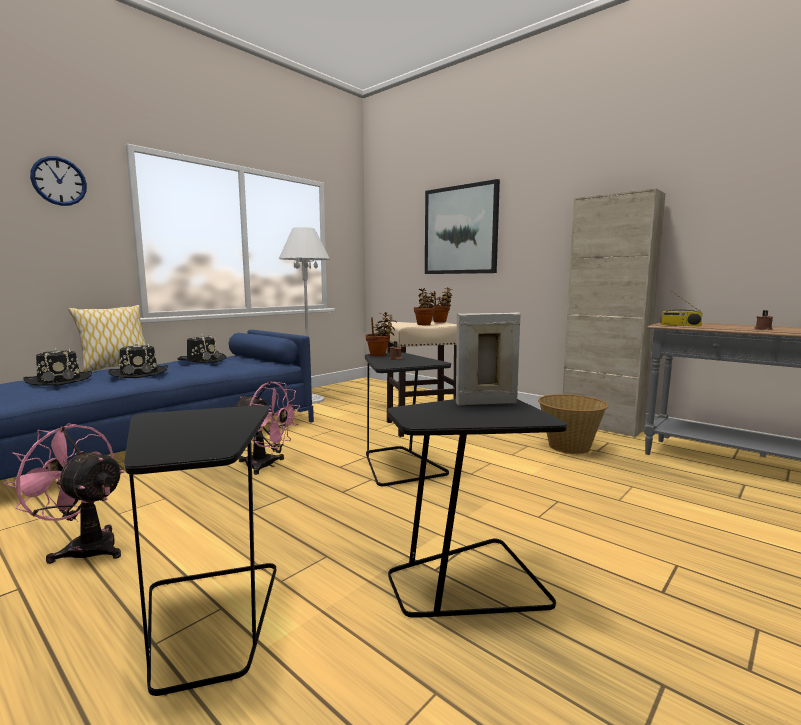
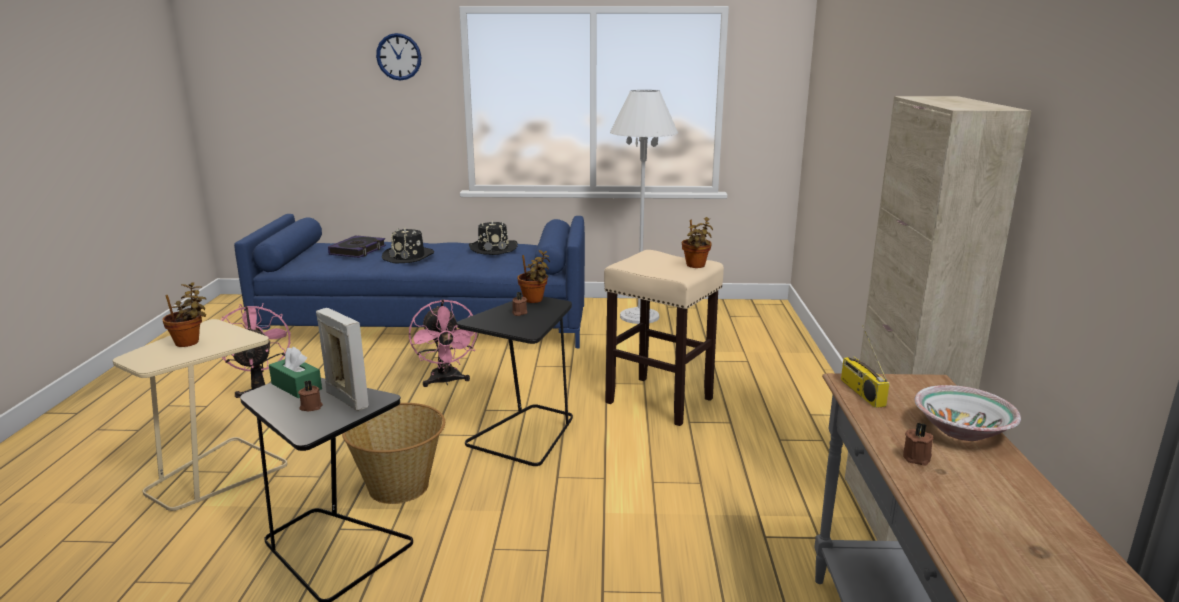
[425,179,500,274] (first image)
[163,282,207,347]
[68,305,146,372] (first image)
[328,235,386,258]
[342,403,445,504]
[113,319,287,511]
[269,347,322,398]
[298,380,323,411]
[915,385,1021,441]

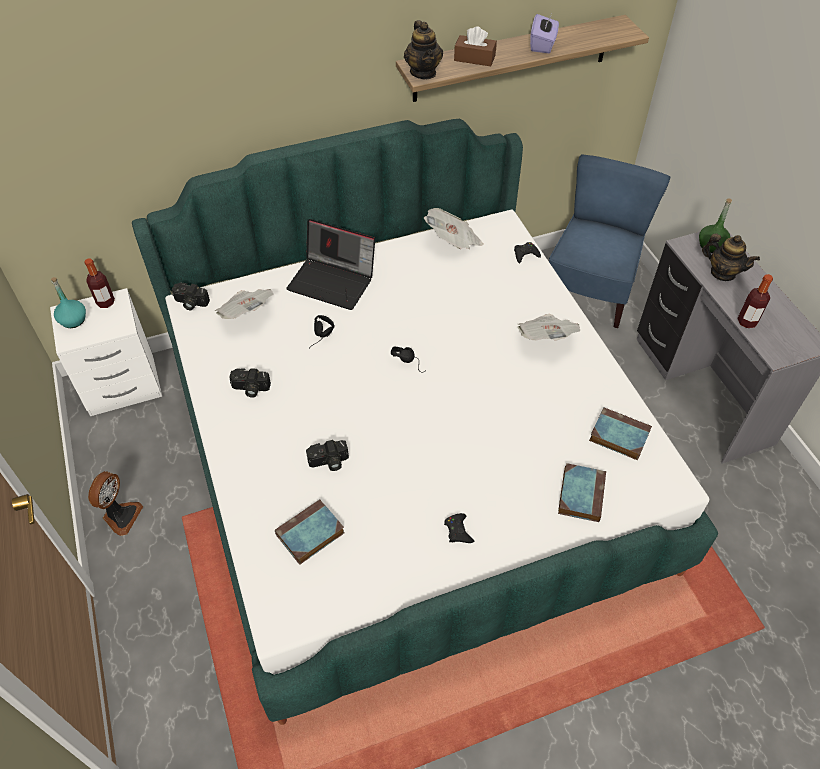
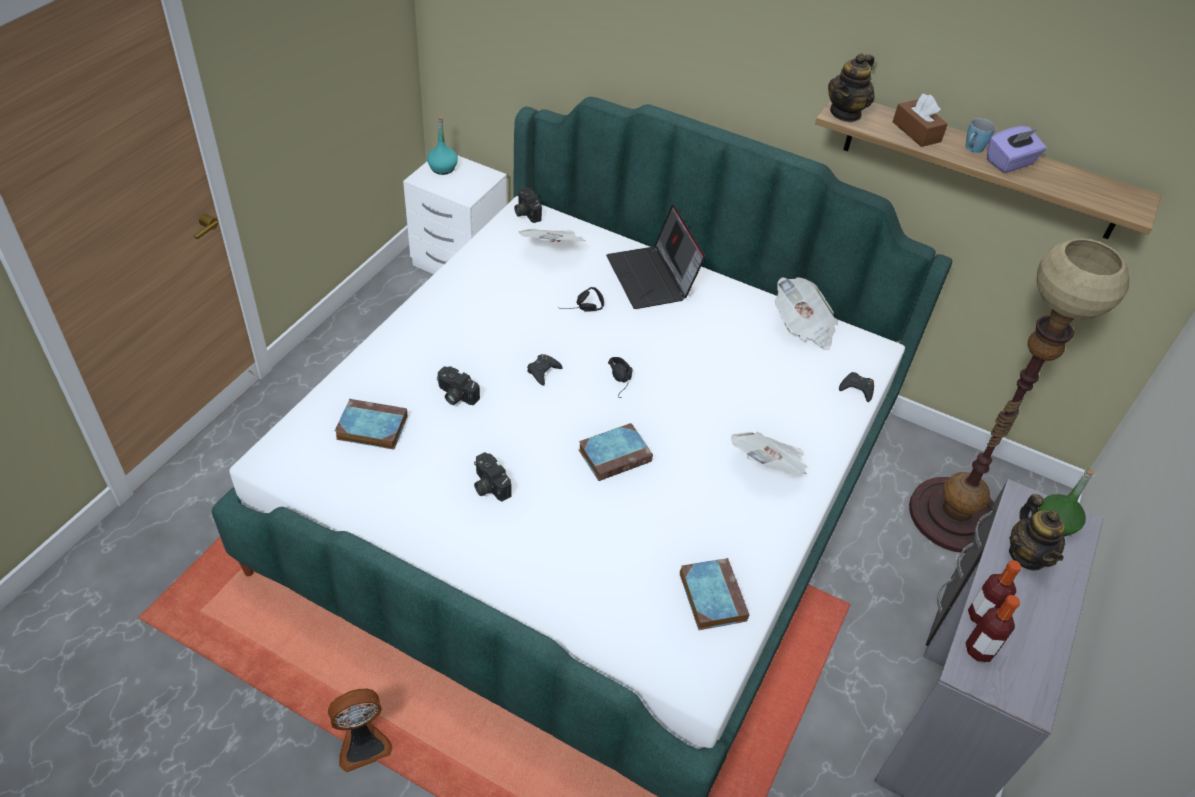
[909,238,1129,553]
[965,595,1020,662]
[474,452,512,501]
[579,423,653,481]
[328,688,392,773]
[527,354,563,386]
[965,118,996,153]

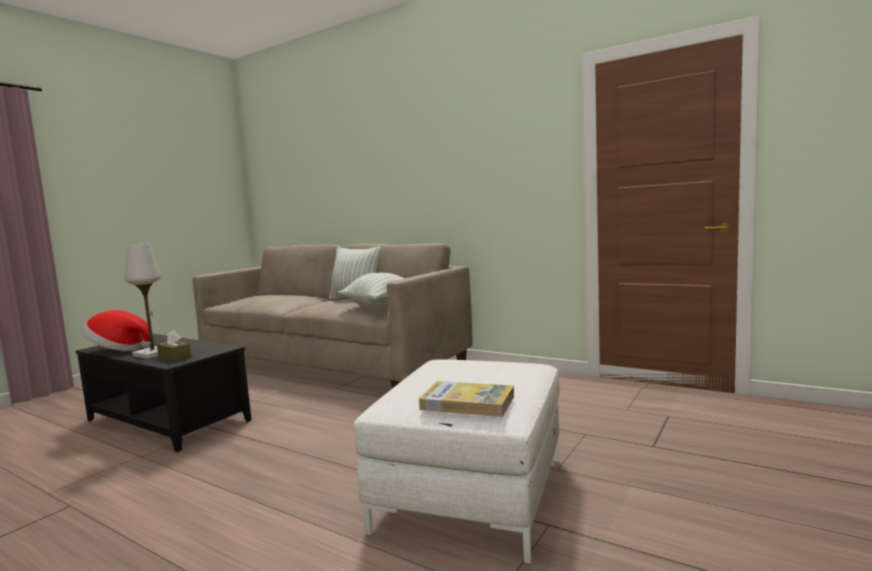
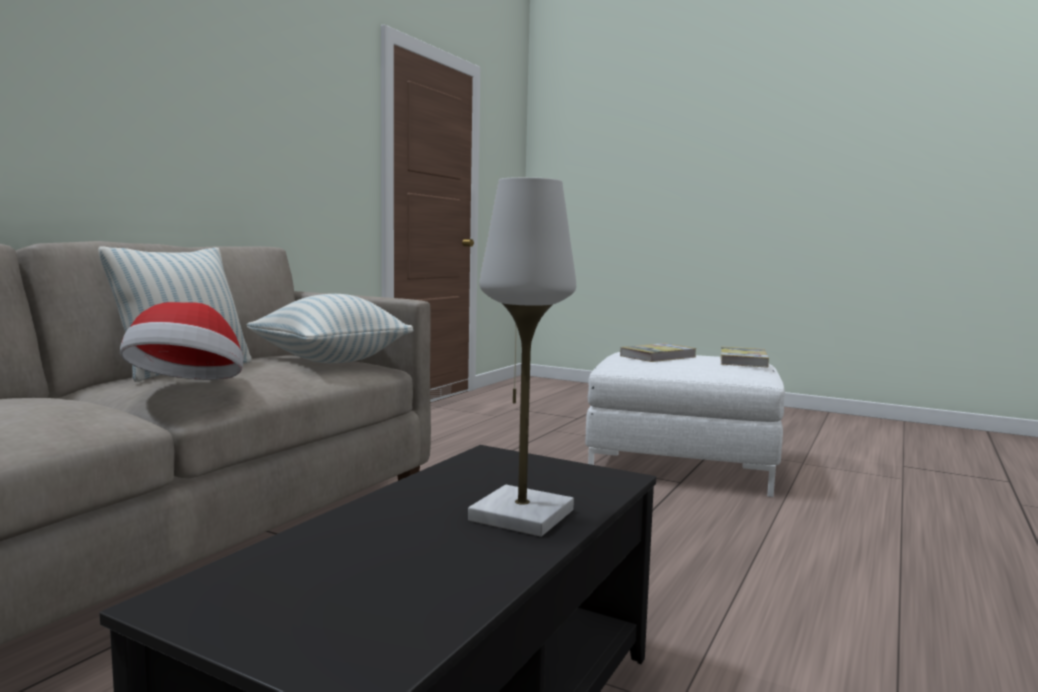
[120,302,243,380]
[157,330,191,362] (first image)
[620,343,697,362]

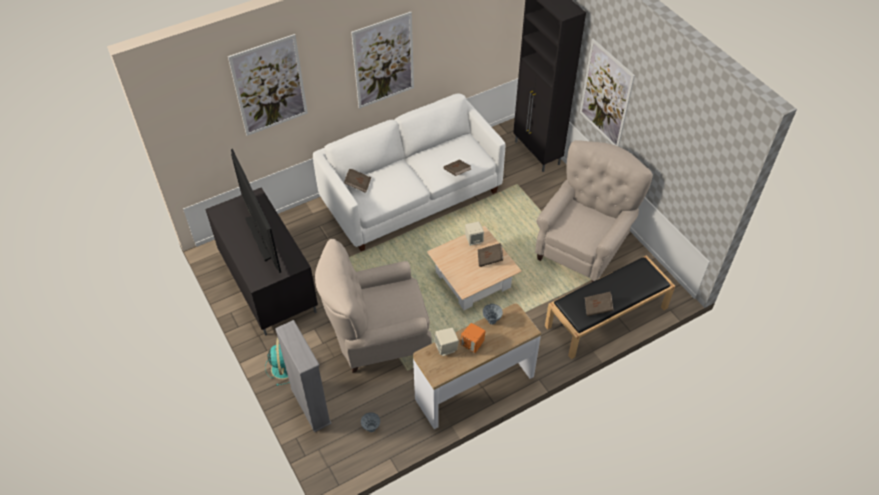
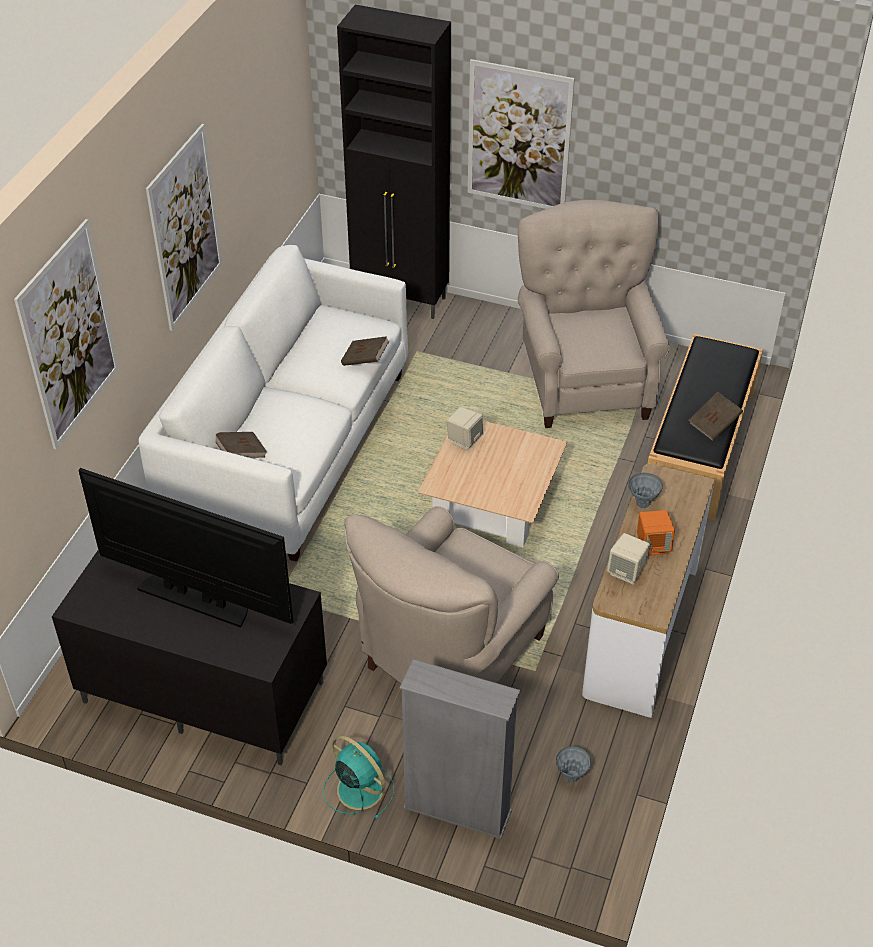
[478,243,503,267] (first image)

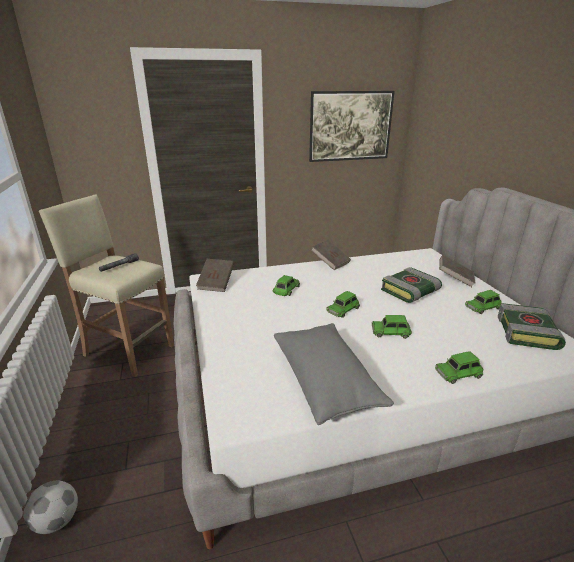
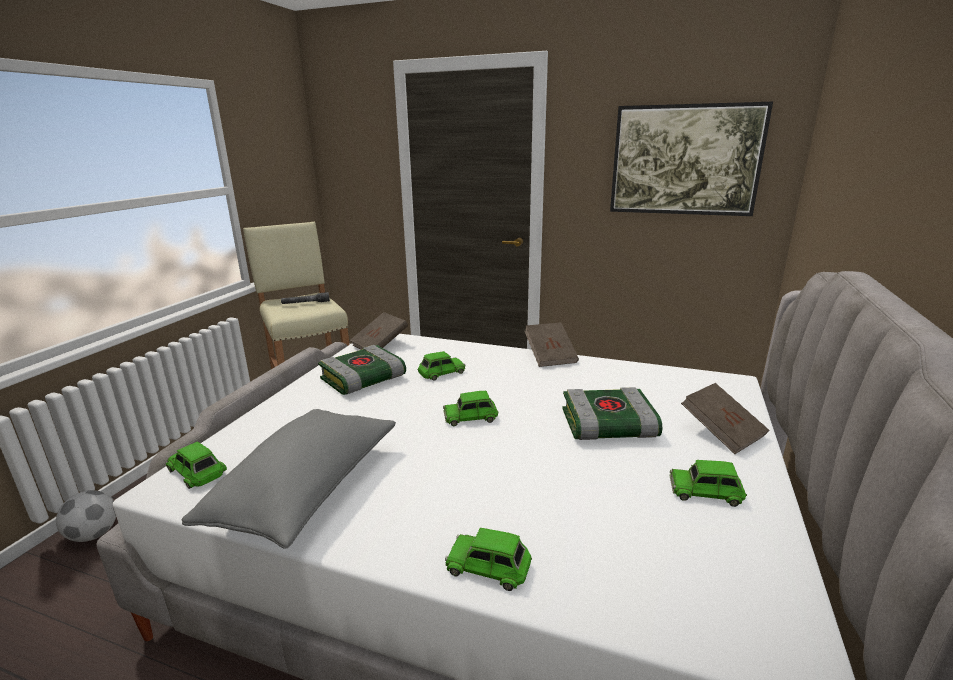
[318,345,406,395]
[166,442,227,489]

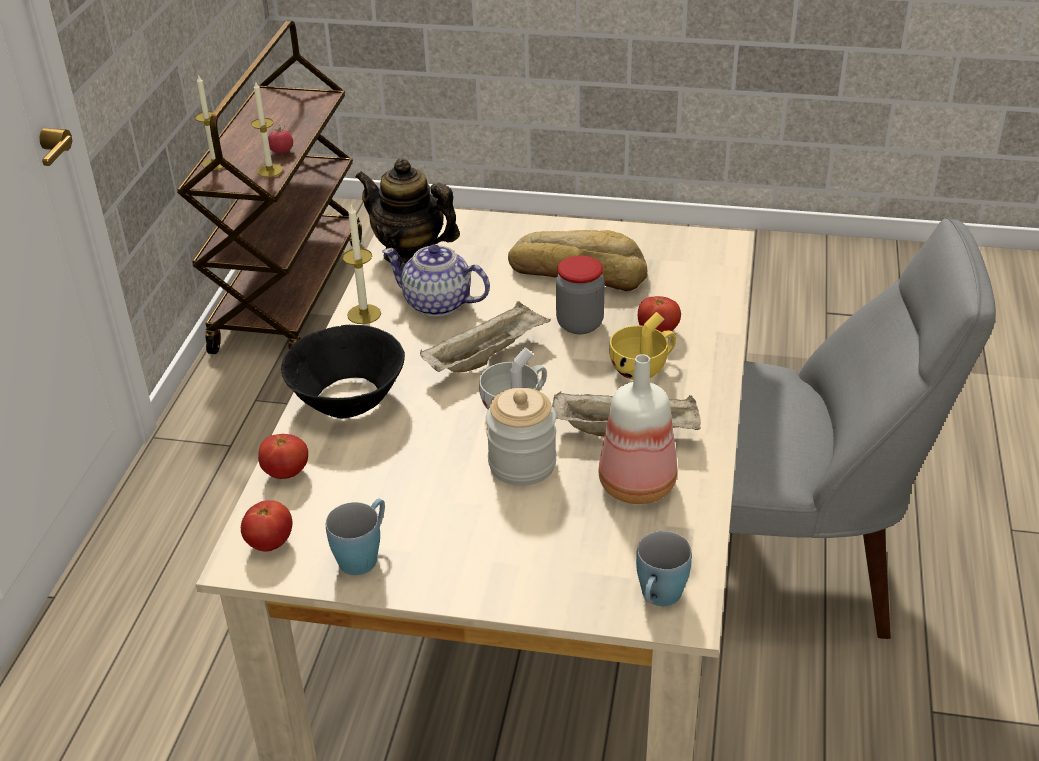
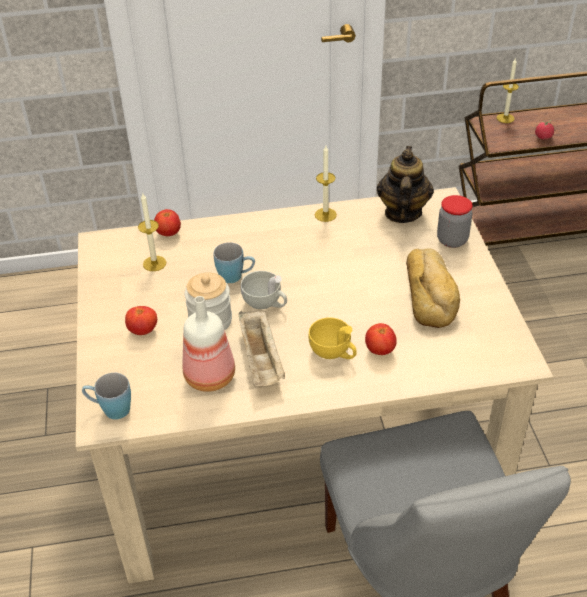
[138,193,167,271]
[382,245,490,317] (first image)
[437,195,473,248]
[420,301,551,373] (first image)
[281,325,405,419] (first image)
[213,242,255,283]
[125,306,157,335]

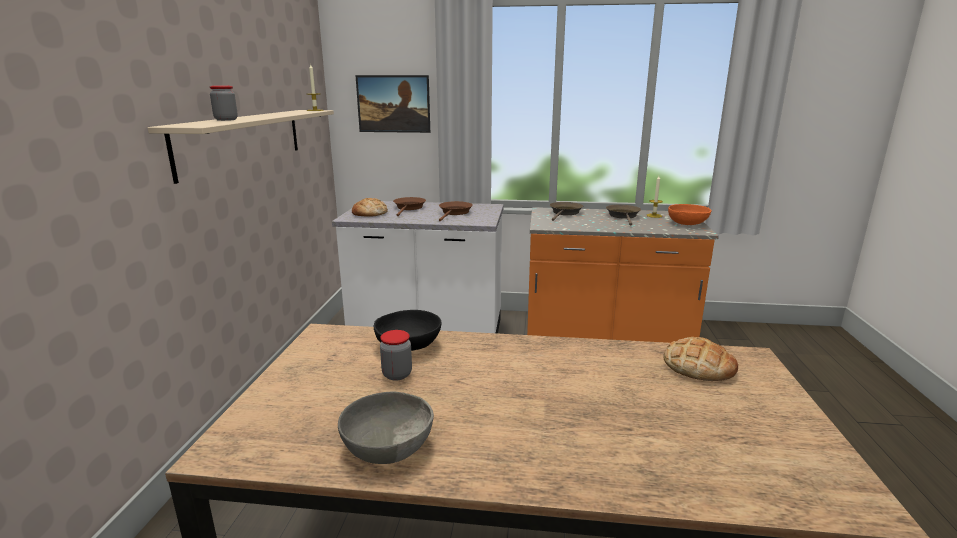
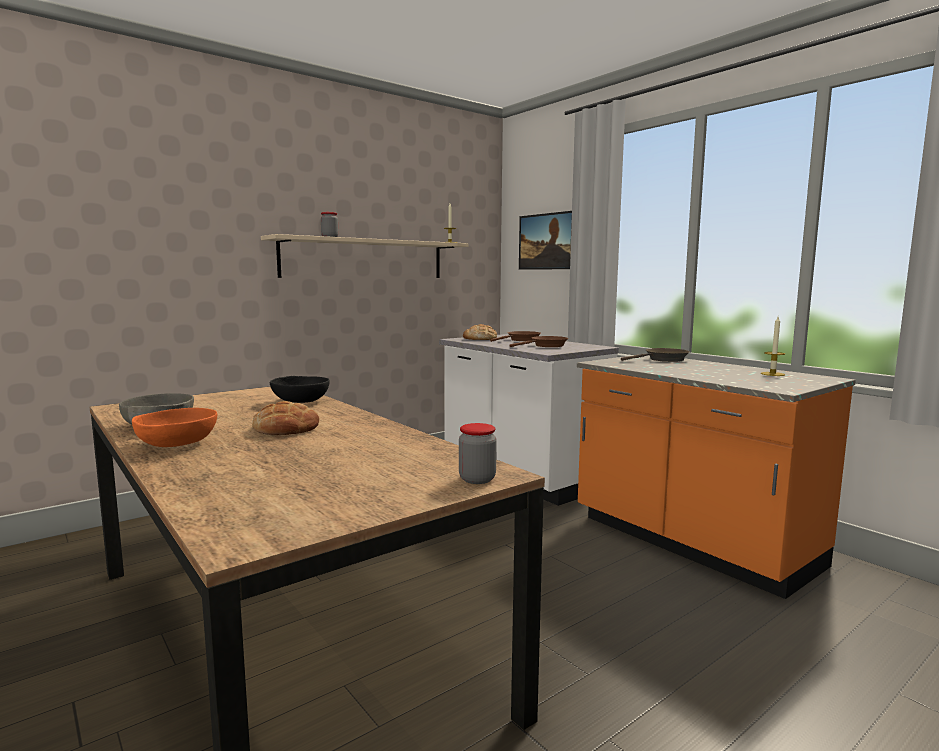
[132,408,217,447]
[606,205,641,226] (first image)
[459,423,497,484]
[252,401,319,435]

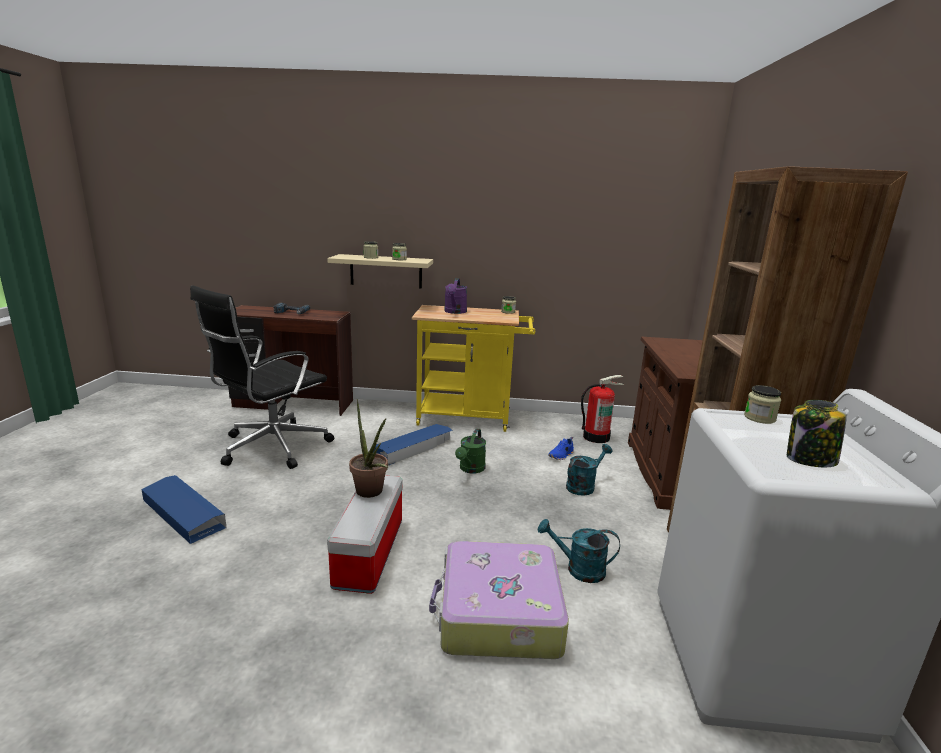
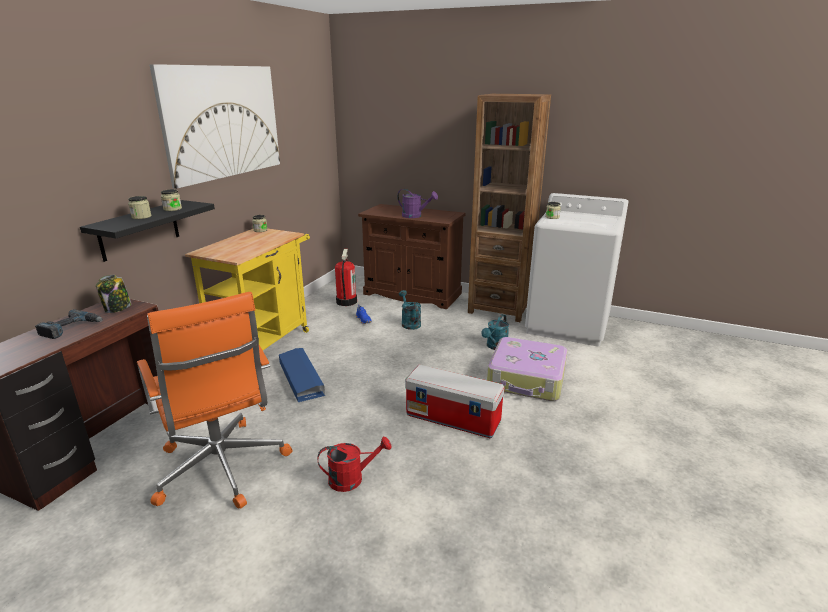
[80,200,215,262]
[397,189,438,218]
[137,292,292,509]
[349,399,388,498] (first image)
[96,275,131,313]
[455,429,486,473] (first image)
[142,475,227,544] (first image)
[149,64,280,189]
[318,437,391,492]

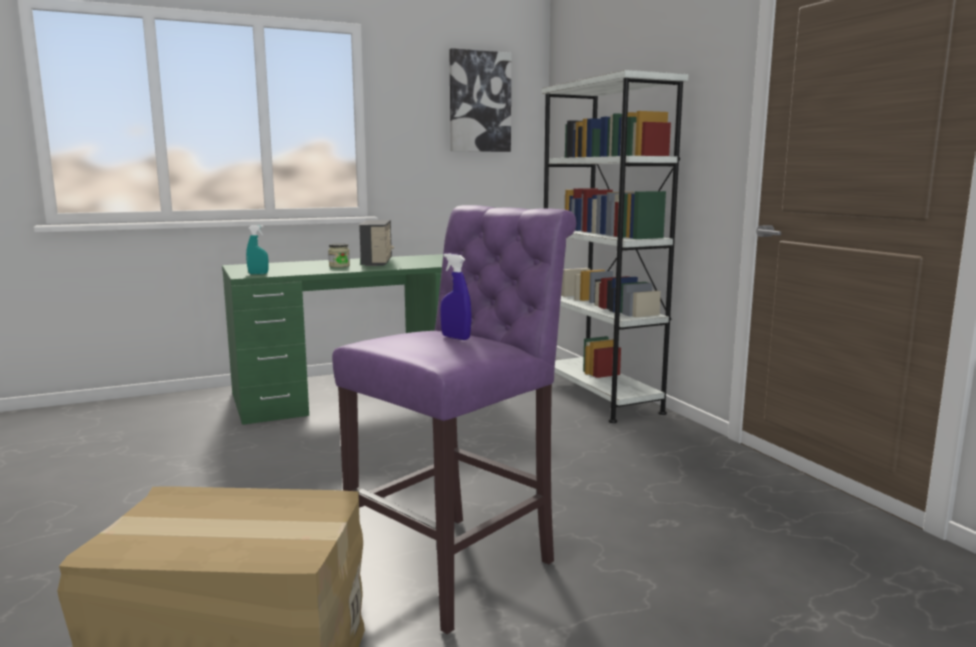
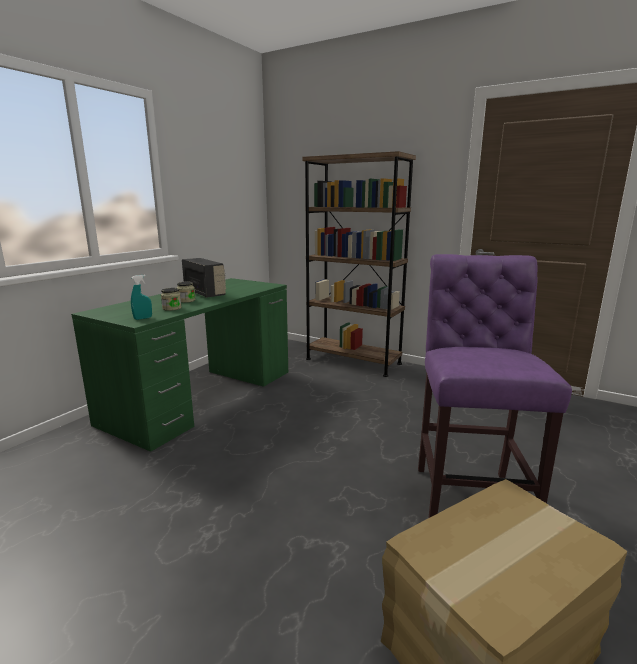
[449,48,511,152] (first image)
[302,151,416,377]
[440,253,472,340] (first image)
[161,288,181,311]

